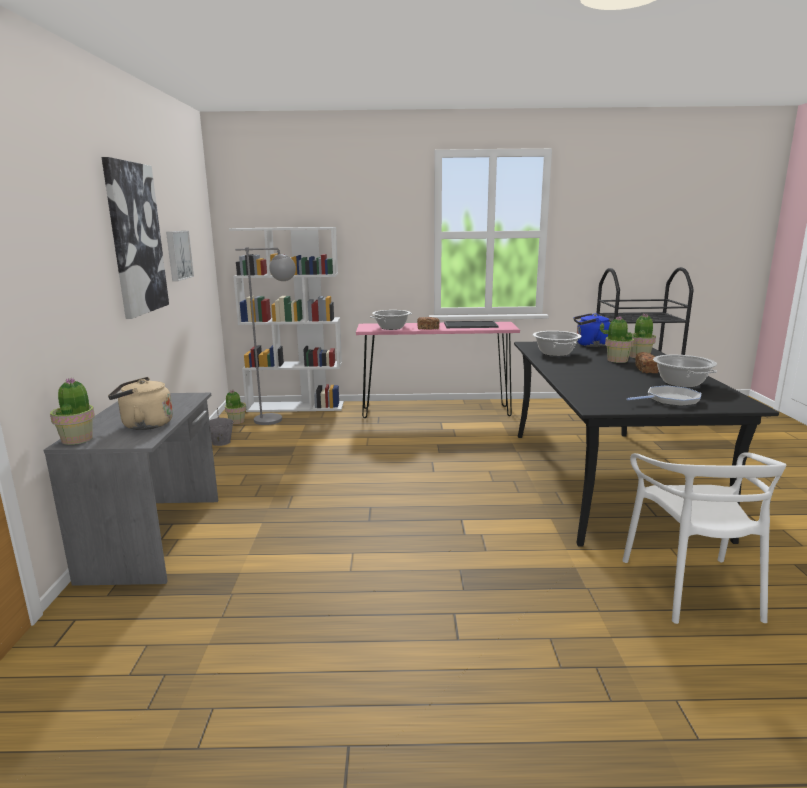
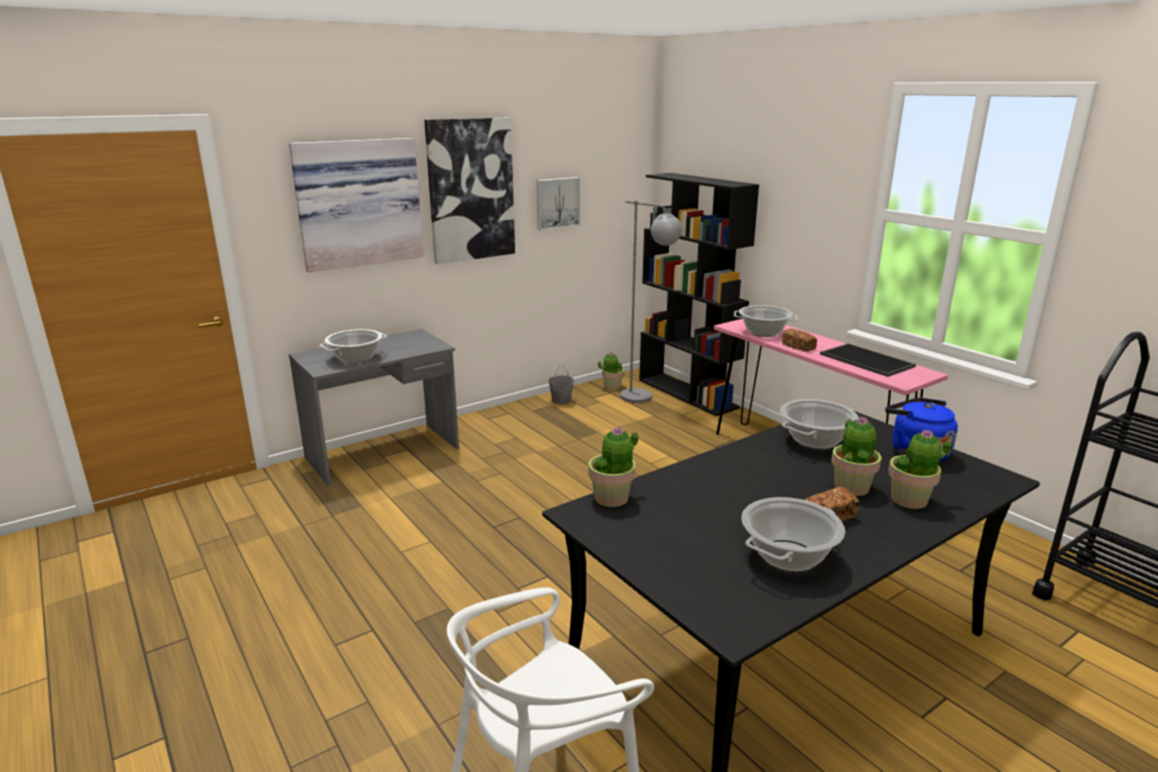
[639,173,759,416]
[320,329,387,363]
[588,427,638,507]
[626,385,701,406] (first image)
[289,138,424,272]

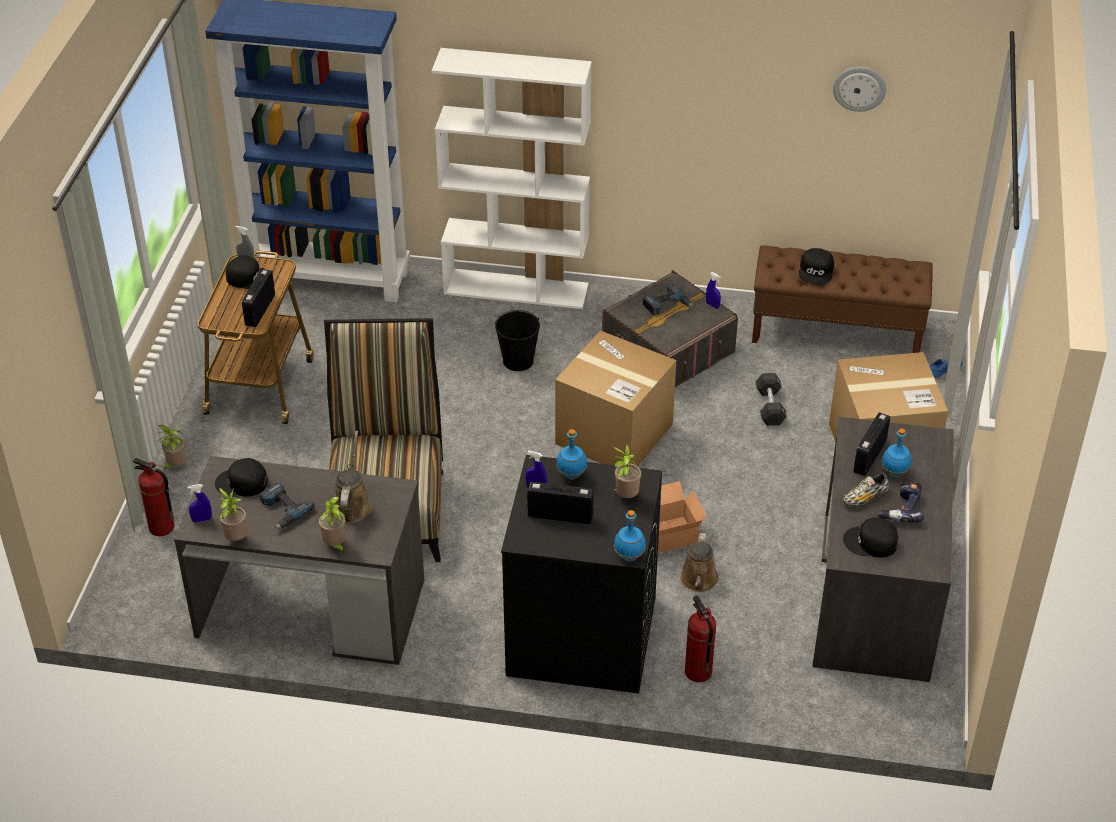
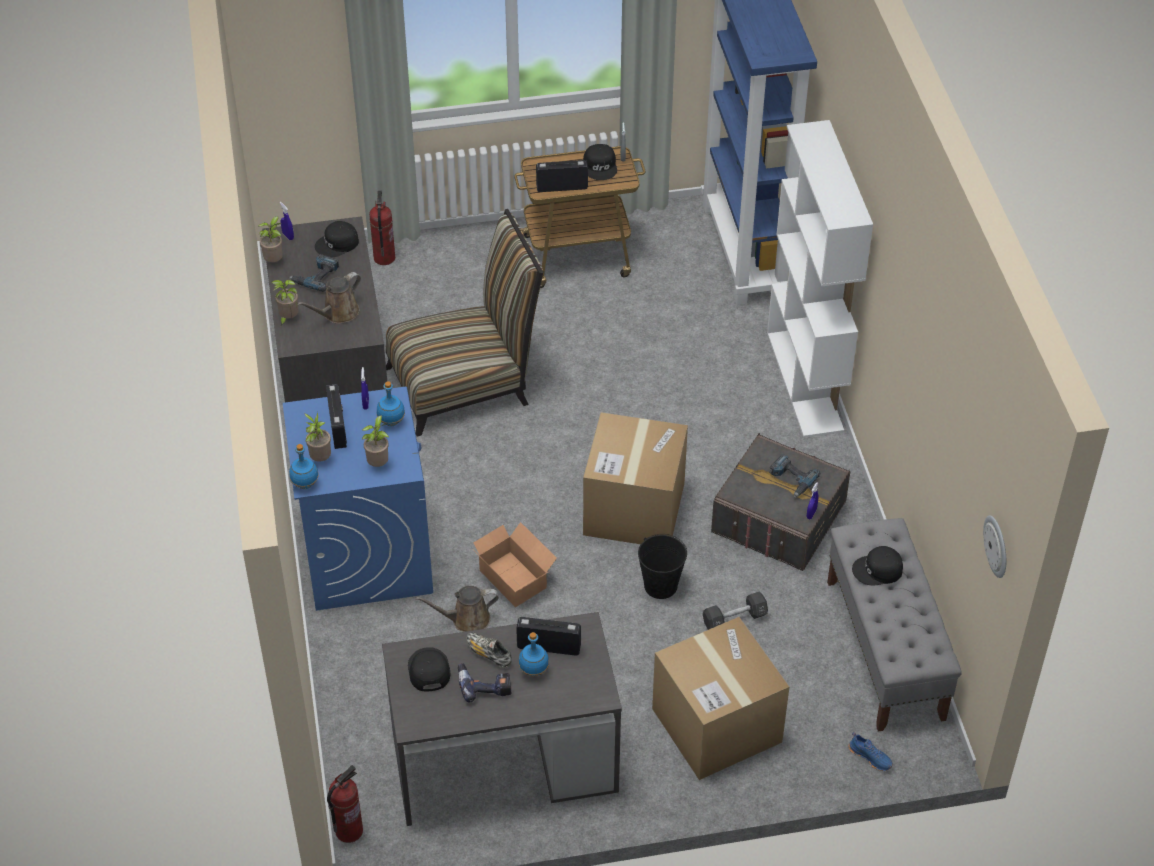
[983,515,1006,578]
[827,518,962,732]
[638,534,687,599]
[304,412,331,462]
[297,272,361,324]
[283,387,433,611]
[315,221,359,257]
[327,765,363,843]

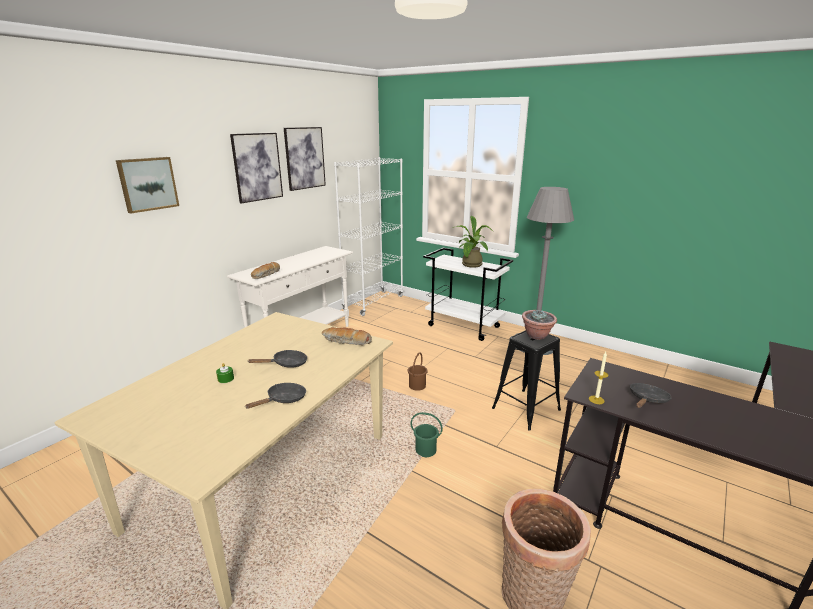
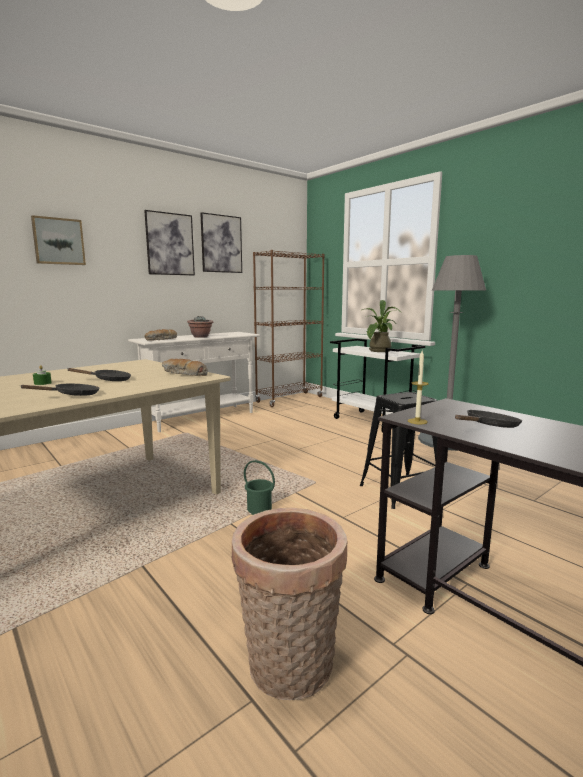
[253,250,325,407]
[187,316,213,338]
[408,353,428,391] (first image)

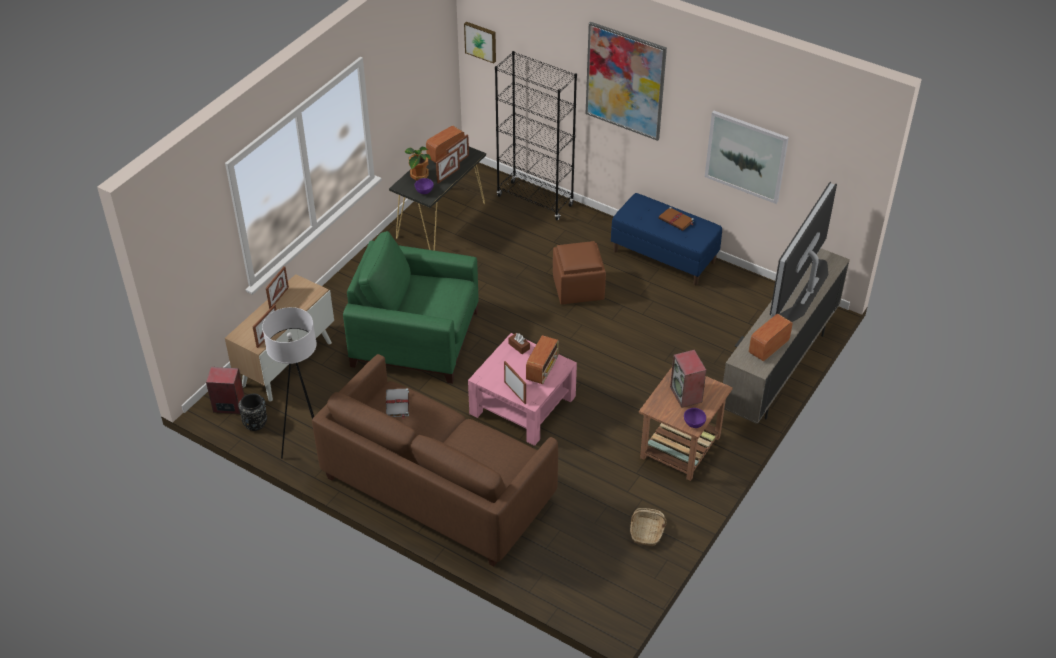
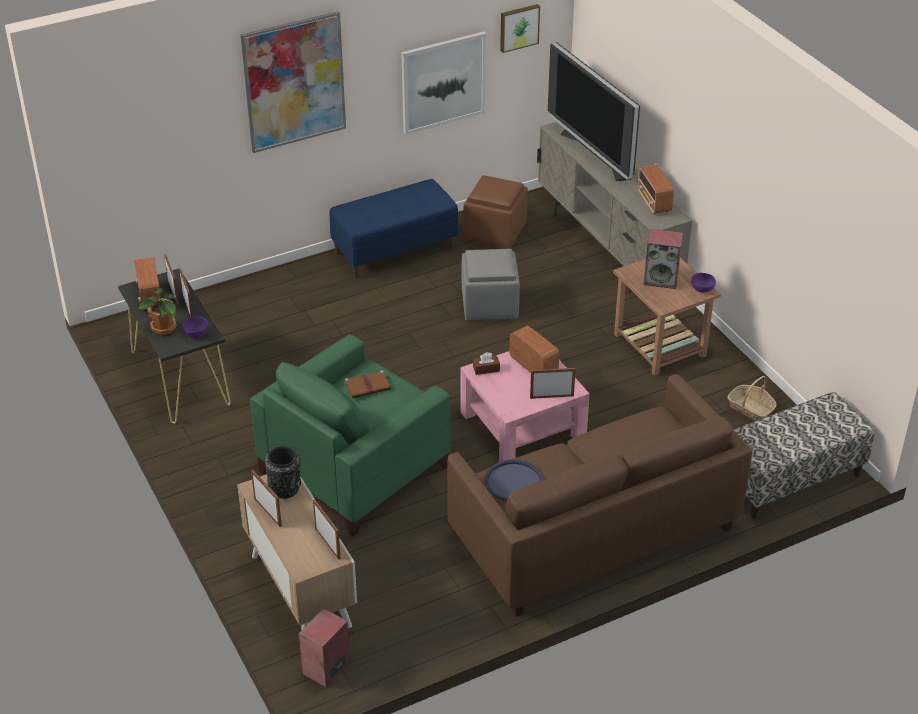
[500,4,540,53]
[495,51,577,220] (first image)
[345,370,391,398]
[463,175,528,248]
[262,307,316,459] (first image)
[485,459,544,501]
[264,446,301,499]
[461,249,520,320]
[733,392,875,519]

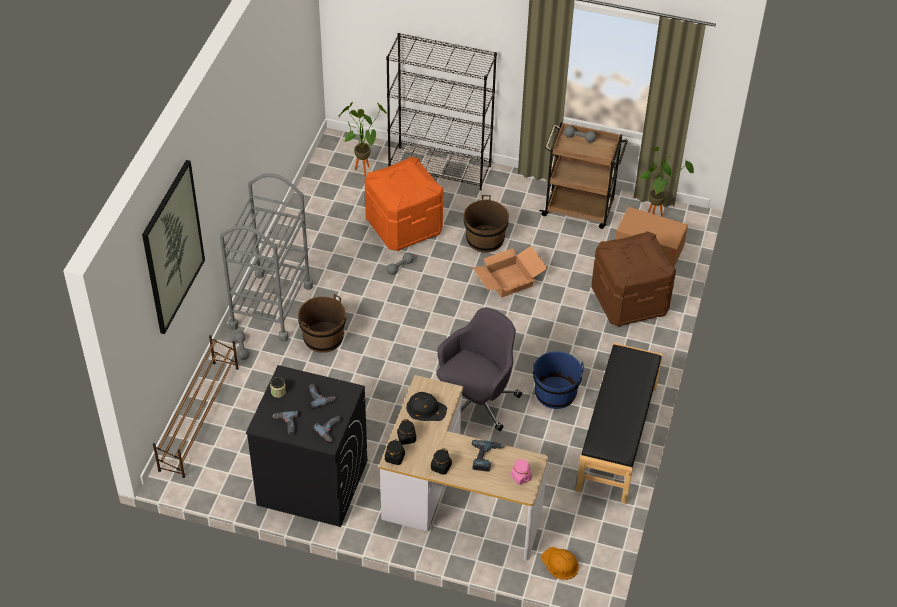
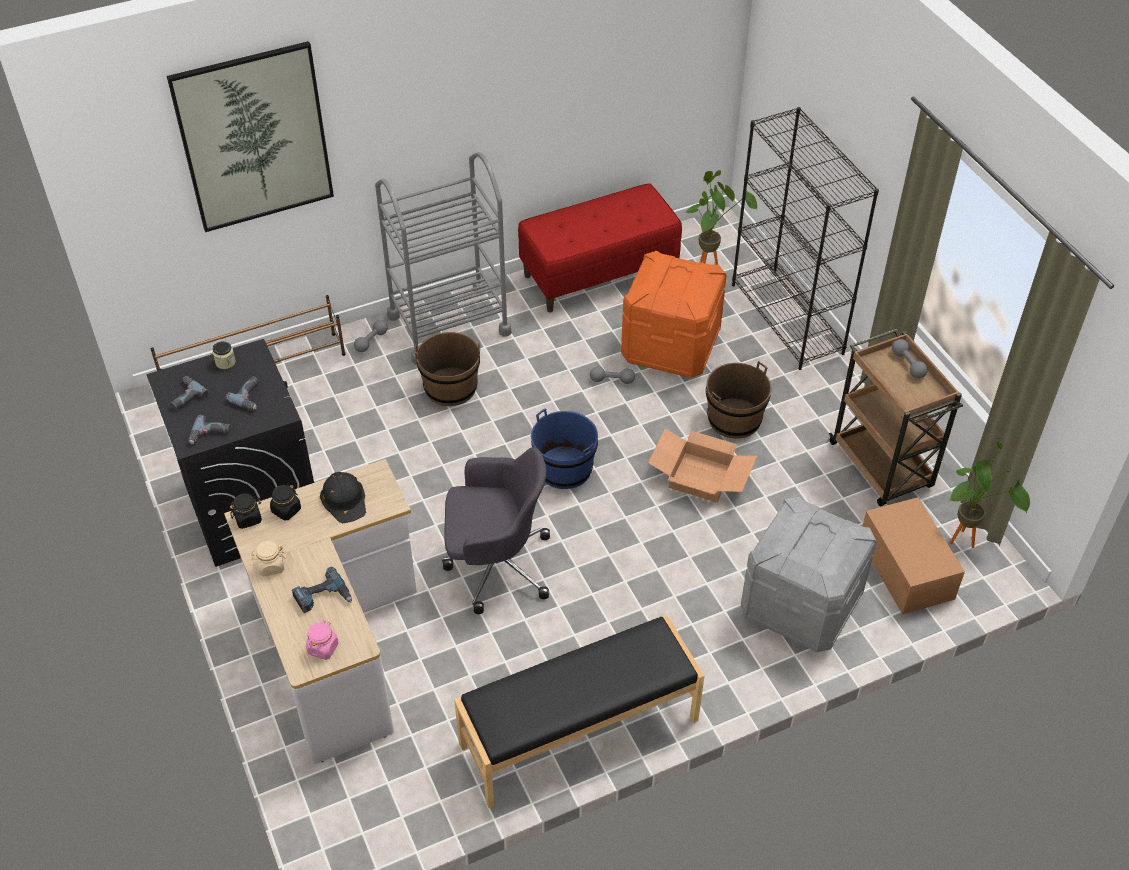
[741,497,877,652]
[531,408,598,489]
[251,541,286,576]
[541,547,579,580] (first image)
[518,183,682,312]

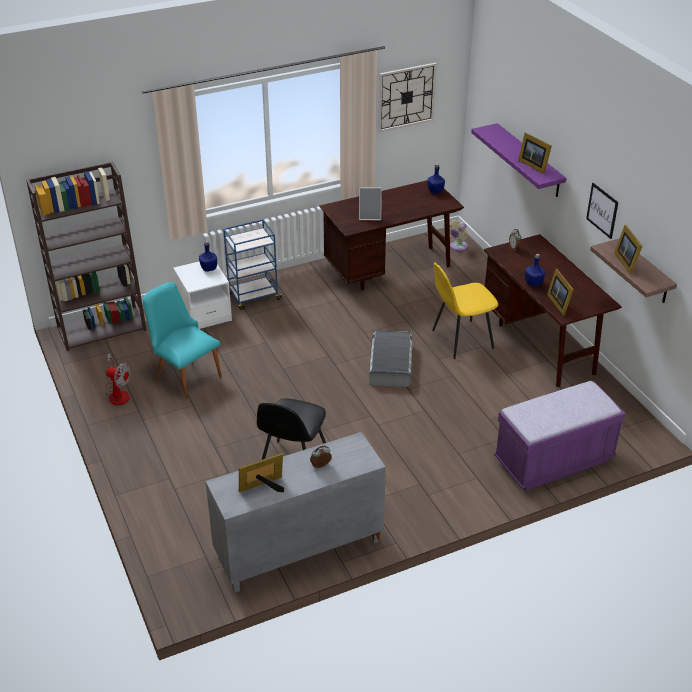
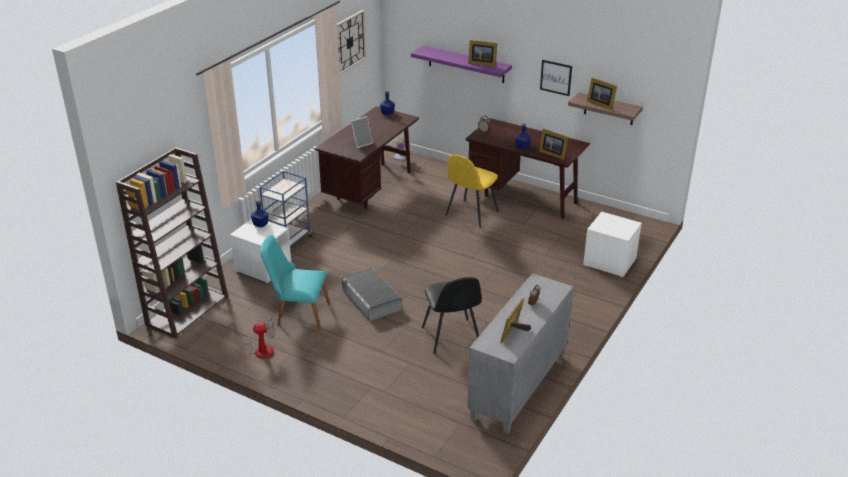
[342,268,402,321]
[583,211,642,277]

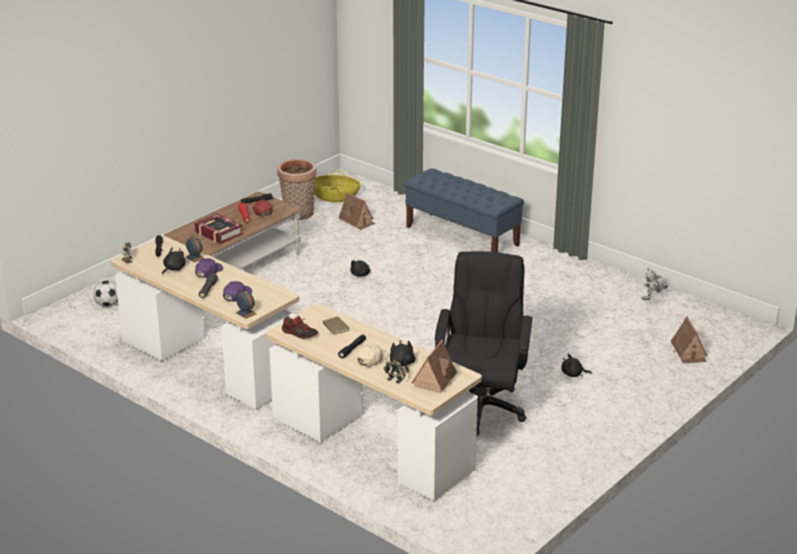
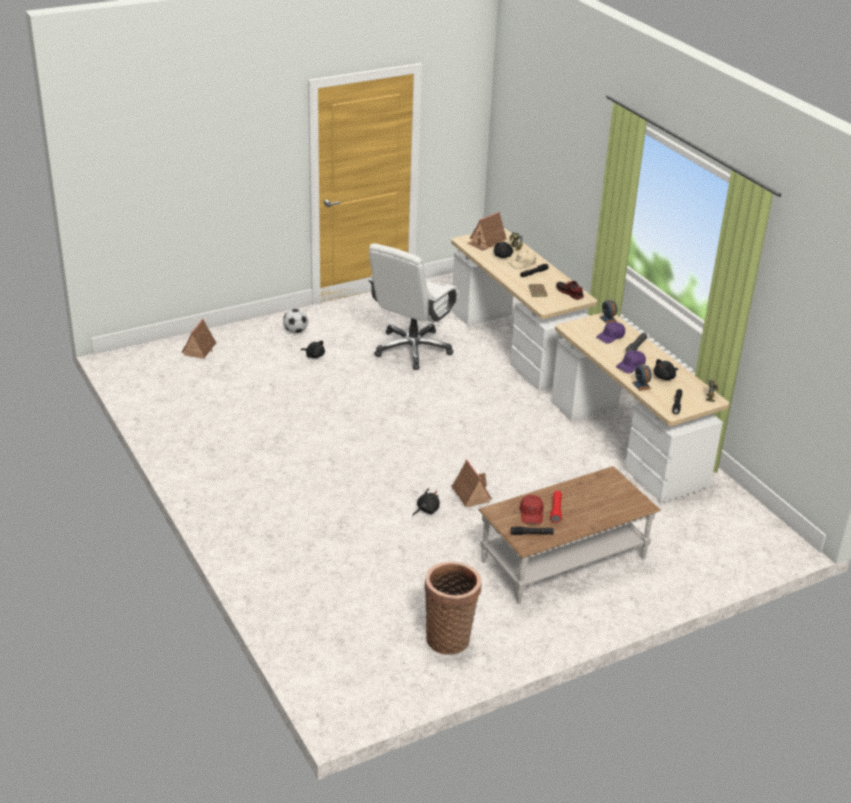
[404,168,524,252] (first image)
[314,171,360,202] (first image)
[451,460,492,507]
[195,214,243,244] (first image)
[368,243,460,370]
[641,268,668,300] (first image)
[283,308,308,333]

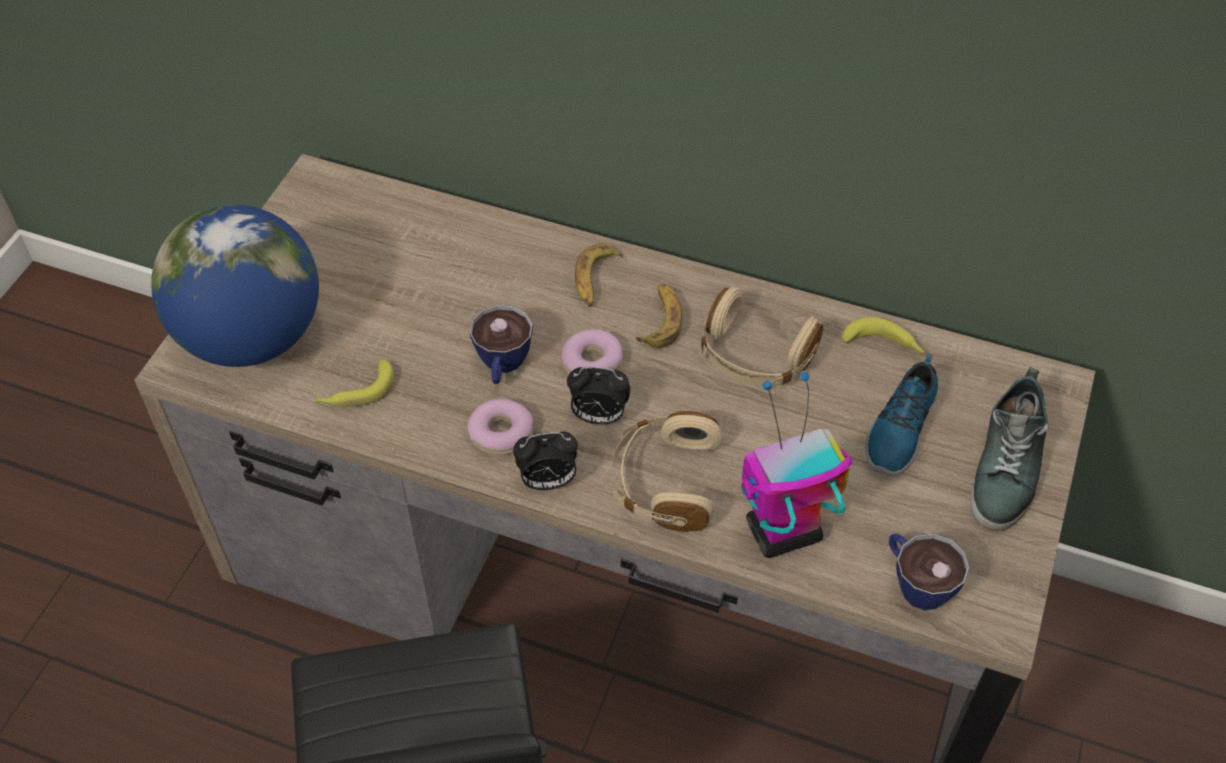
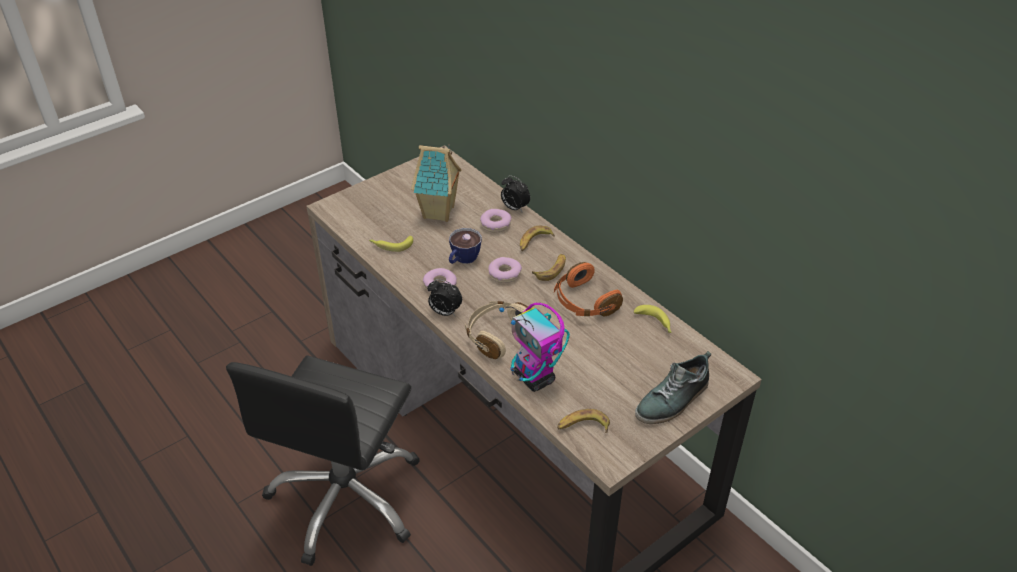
[151,204,319,367] (first image)
[554,262,623,316]
[865,354,938,476] (first image)
[501,175,530,212]
[499,303,570,392]
[557,409,610,433]
[411,145,461,222]
[480,209,512,232]

